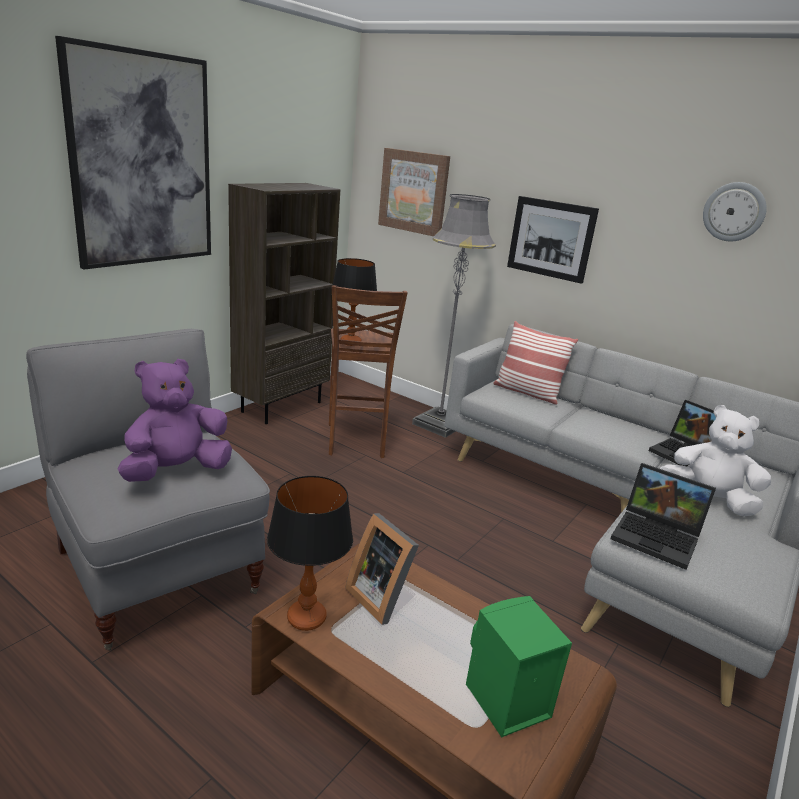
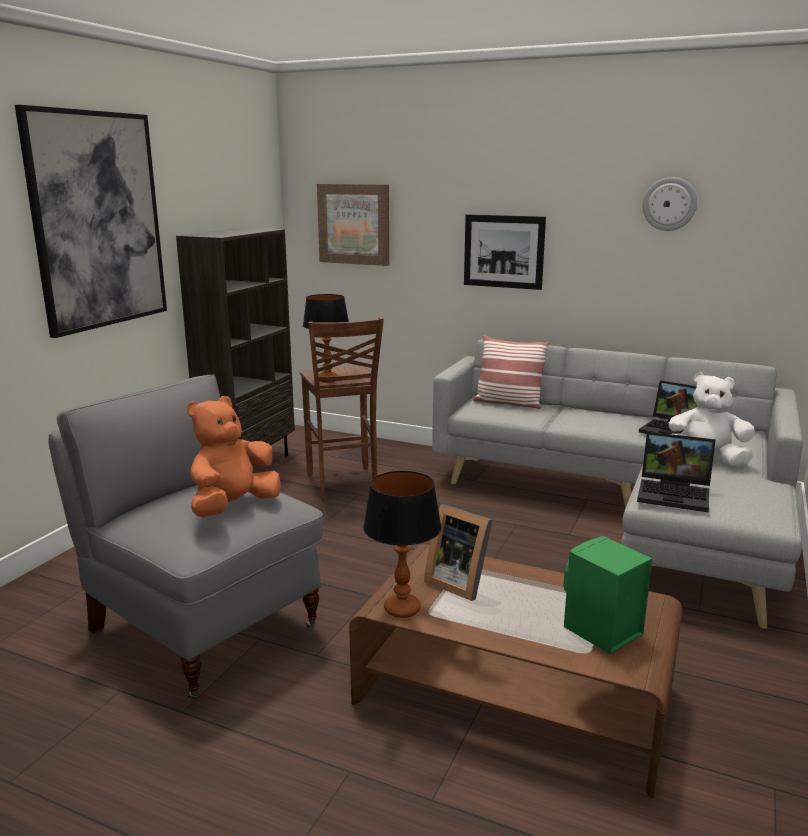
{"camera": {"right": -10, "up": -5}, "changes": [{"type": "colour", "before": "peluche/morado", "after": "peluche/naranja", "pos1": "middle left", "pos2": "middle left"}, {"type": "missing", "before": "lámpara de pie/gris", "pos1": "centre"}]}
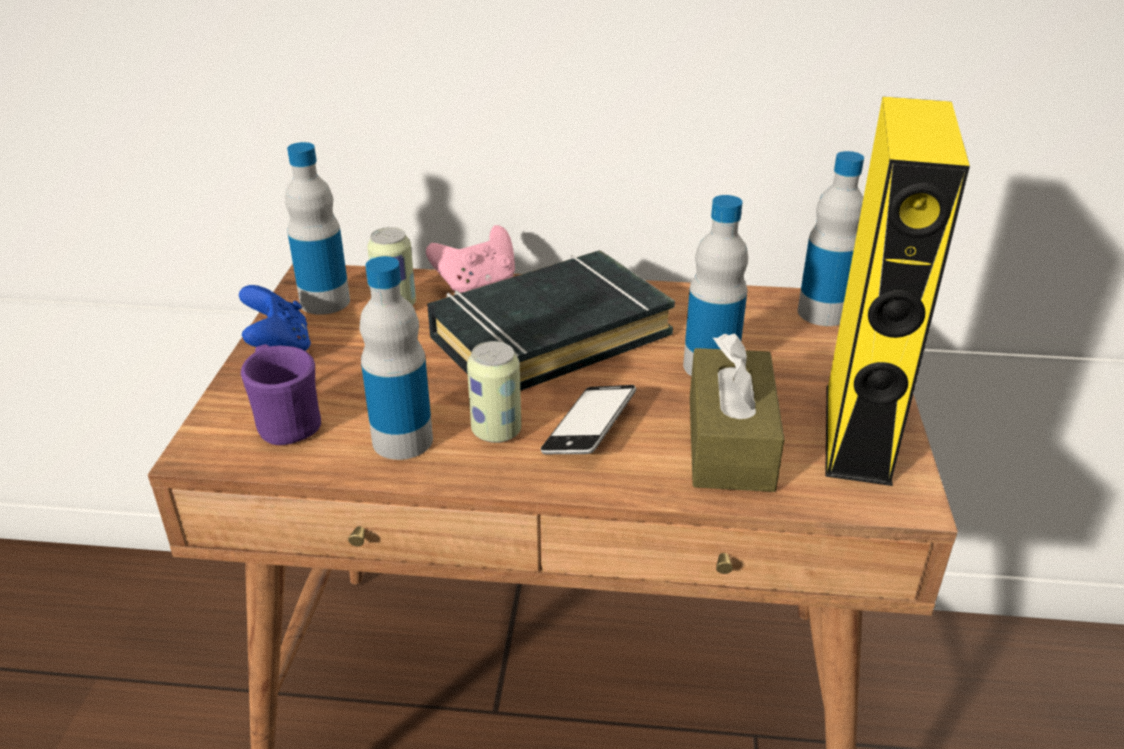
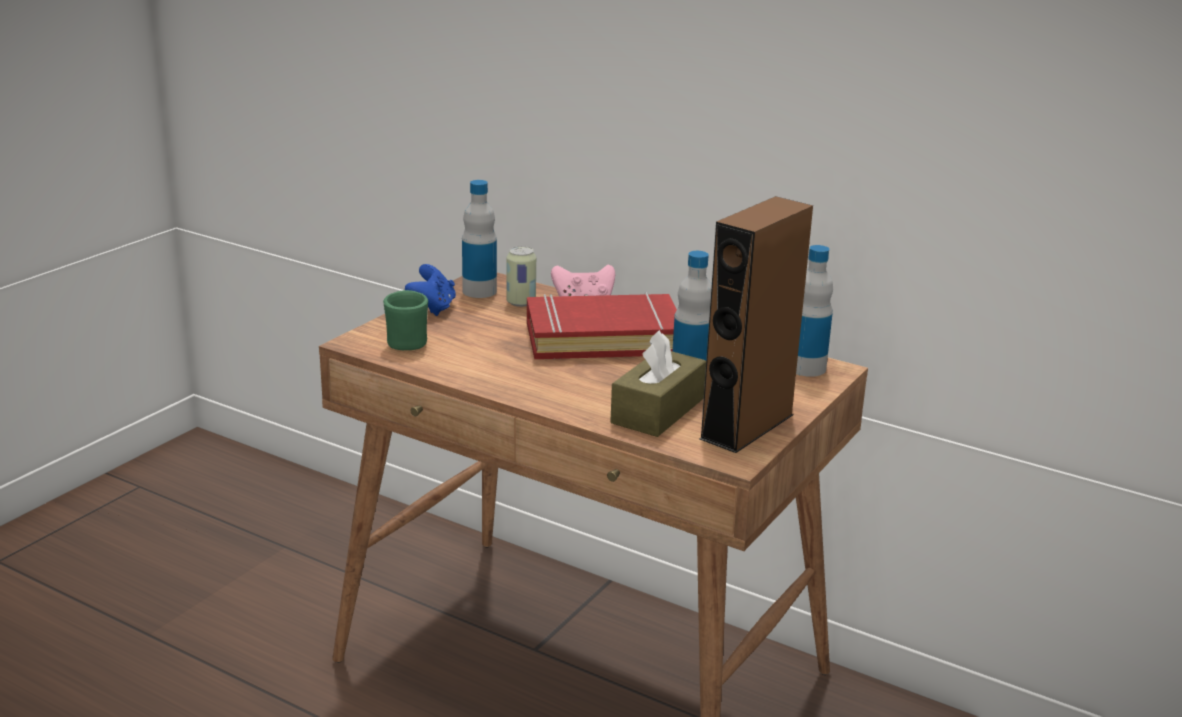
{"camera": {"right": 25, "up": -10}, "changes": [{"type": "colour", "before": "taza grande/morado", "after": "taza grande/verde", "pos1": "middle left", "pos2": "centre"}, {"type": "missing", "before": "botella (no. 2 from left)", "pos1": "centre"}, {"type": "colour", "before": "libro/negro", "after": "libro/rojo", "pos1": "centre", "pos2": "centre"}, {"type": "missing", "before": "lata (no. 2 from left)", "pos1": "centre"}, {"type": "missing", "before": "móvil", "pos1": "centre"}, {"type": "colour", "before": "altavoz/amarillo", "after": "altavoz/marrón", "pos1": "middle right", "pos2": "centre"}]}
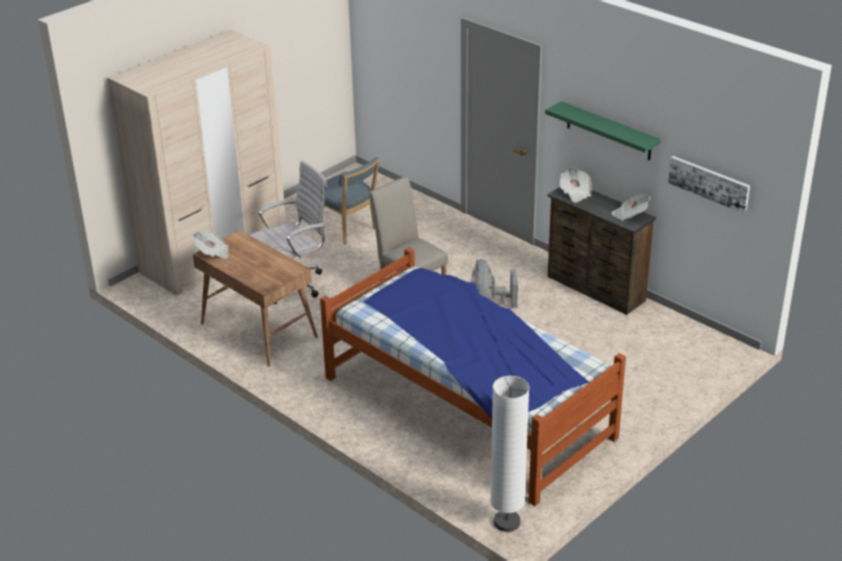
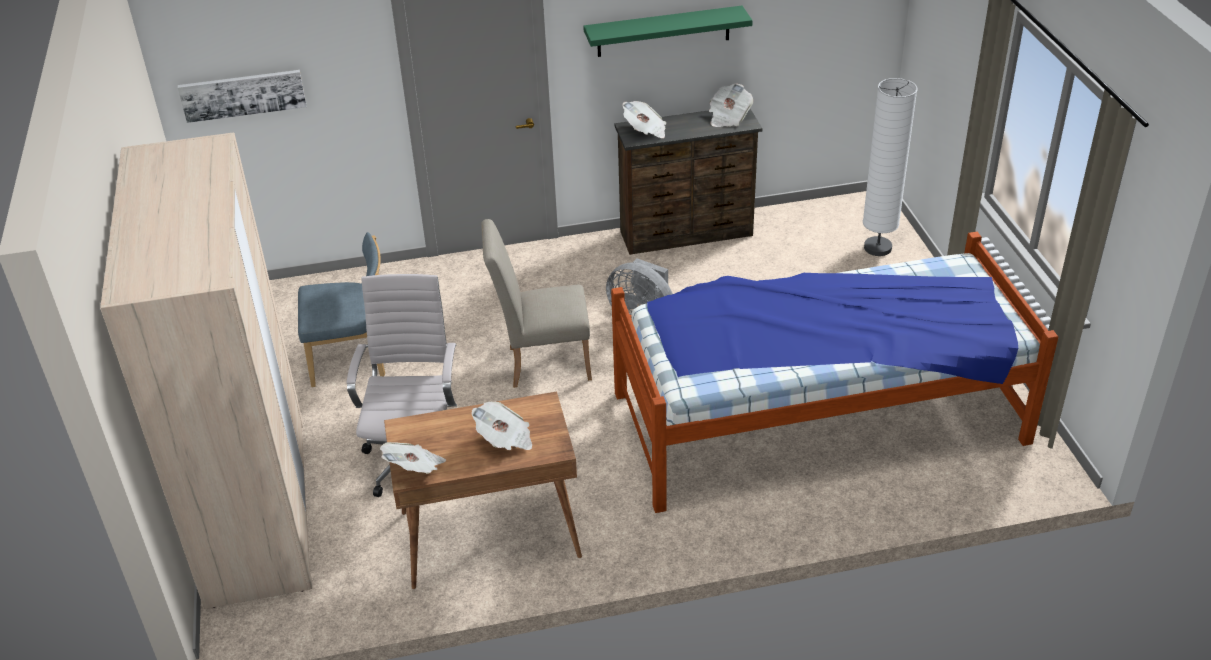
{"camera": {"right": -55, "up": 5}, "changes": [{"type": "relocated", "before": "lámpara de pie/blanco", "pos1": "bottom centre", "pos2": "top right"}, {"type": "relocated", "before": "cuadro", "pos1": "top right", "pos2": "top left"}, {"type": "appeared", "after": "periódico (no. 2 from left)", "pos2": "centre"}]}
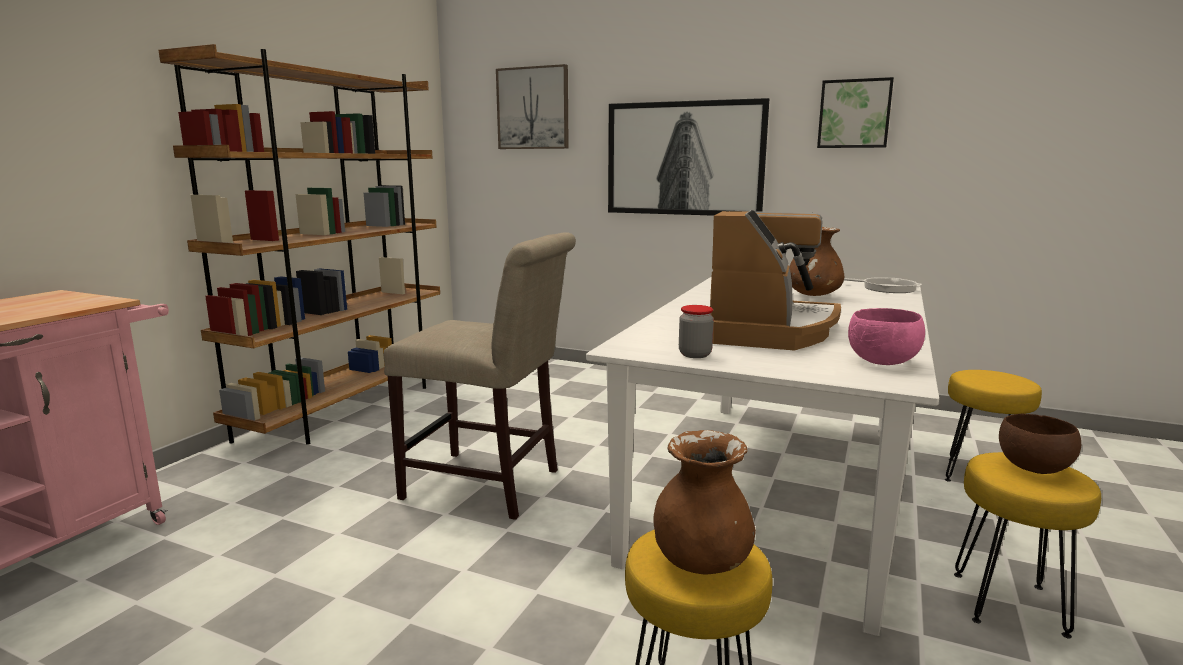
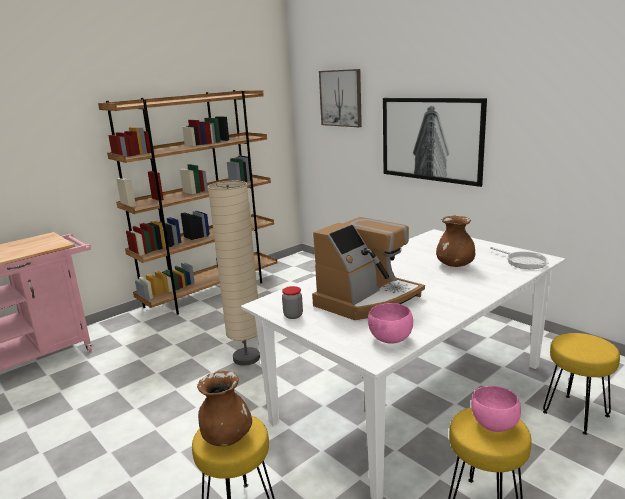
{"camera": {"right": 25, "up": 5}, "changes": [{"type": "exchanged", "before": "silla/beis", "after": "lámpara de pie/beis", "pos1": "centre", "pos2": "centre"}, {"type": "missing", "before": "cuadro (no. 3 from left)", "pos1": "top right"}, {"type": "colour", "before": "cuenco/marrón", "after": "cuenco/rosa (no. 2 from left)", "pos1": "bottom right", "pos2": "bottom right"}]}
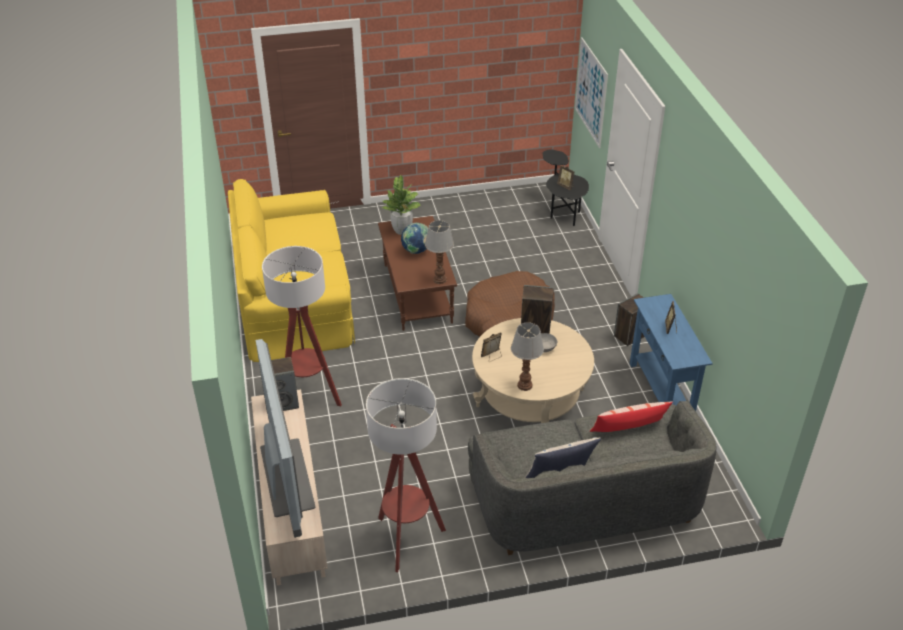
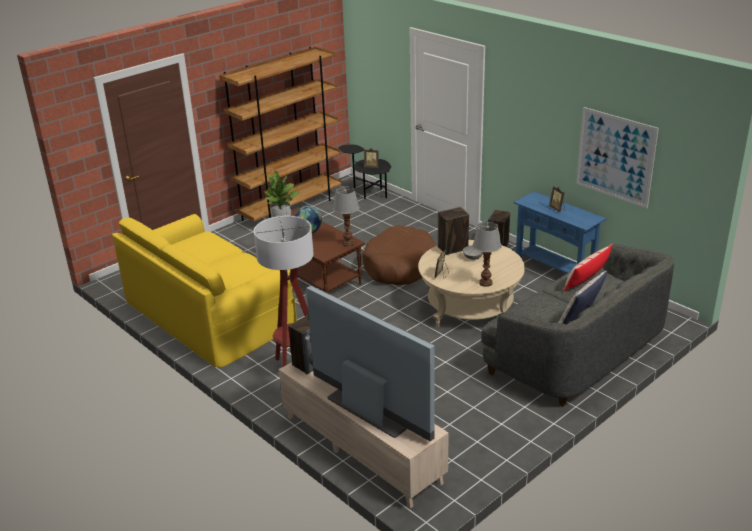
{"camera": {"right": -30, "up": -10}, "changes": [{"type": "missing", "before": "lámpara de pie (no. 2 from left)", "pos1": "bottom centre"}, {"type": "relocated", "before": "cuadro", "pos1": "top centre", "pos2": "top right"}, {"type": "appeared", "after": "estantería/marrón", "pos2": "top centre"}]}
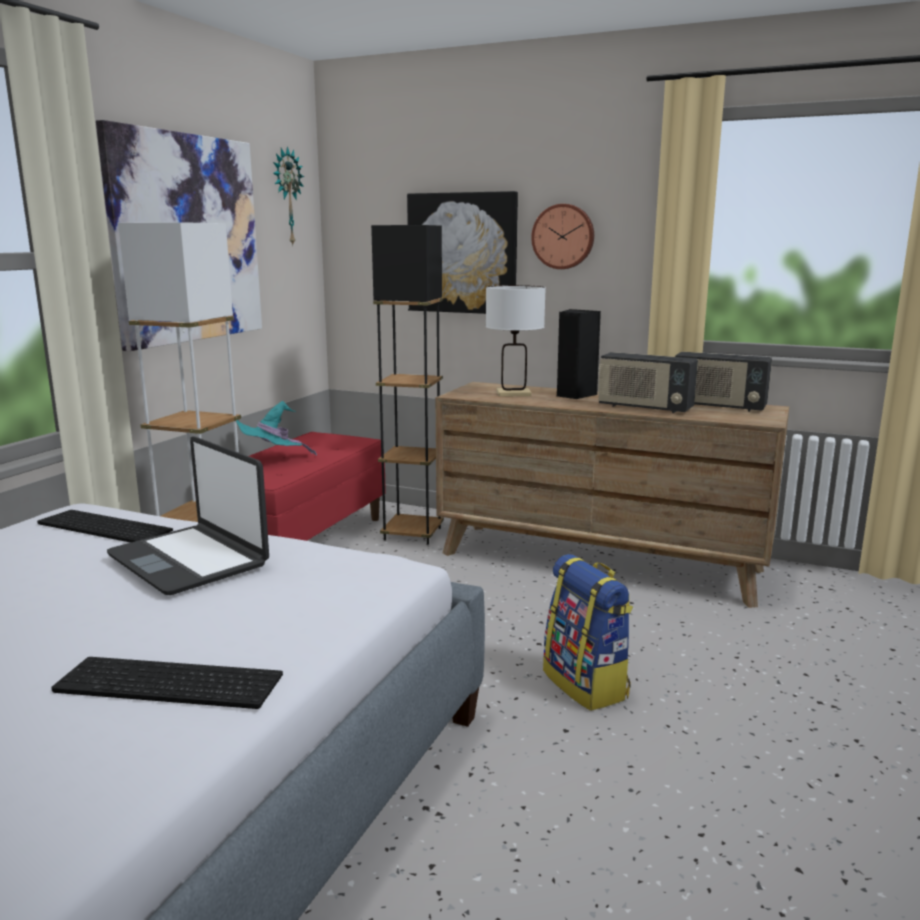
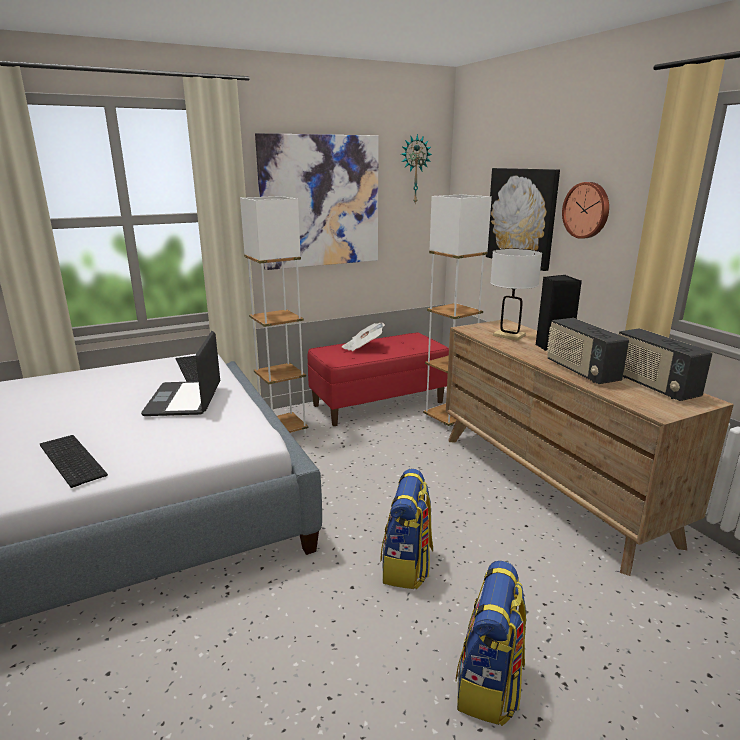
{"camera": {"right": 40, "up": 5}, "changes": [{"type": "exchanged", "before": "sombrero/turquesa", "after": "periódico", "pos1": "middle left", "pos2": "centre"}, {"type": "colour", "before": "lámpara de pie/negro", "after": "lámpara de pie/blanco (no. 2 from left)", "pos1": "centre", "pos2": "centre"}, {"type": "appeared", "after": "mochila (no. 2 from left)", "pos2": "bottom centre"}]}
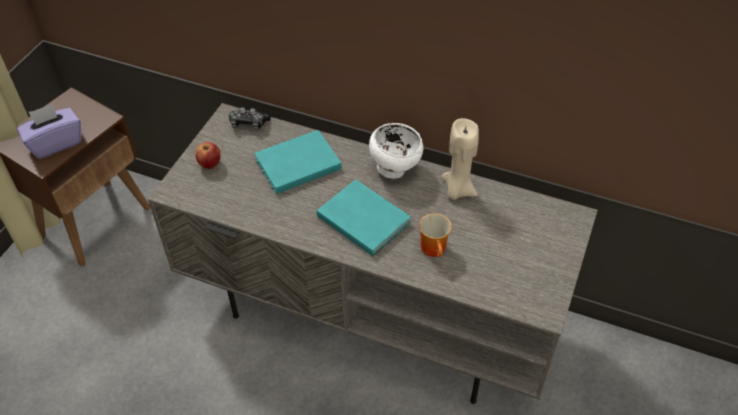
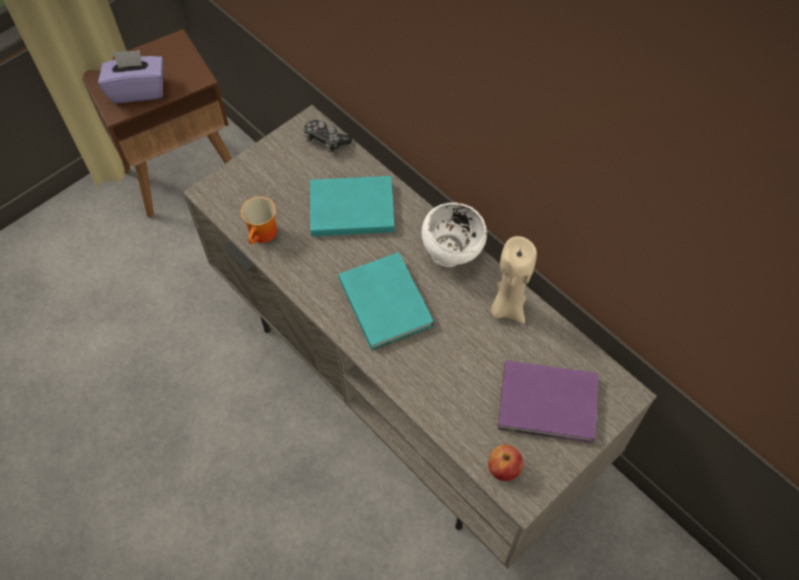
{"camera": {"right": 25, "up": 10}, "changes": [{"type": "relocated", "before": "manzana", "pos1": "middle left", "pos2": "bottom centre"}, {"type": "relocated", "before": "taza grande", "pos1": "centre", "pos2": "middle left"}, {"type": "appeared", "after": "libro/morado", "pos2": "bottom right"}]}
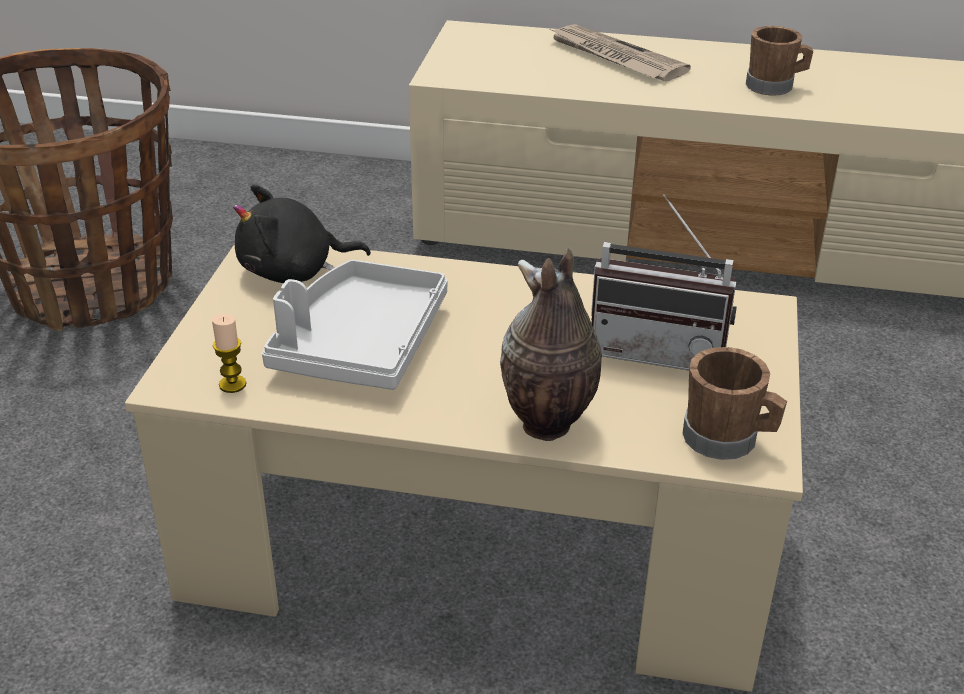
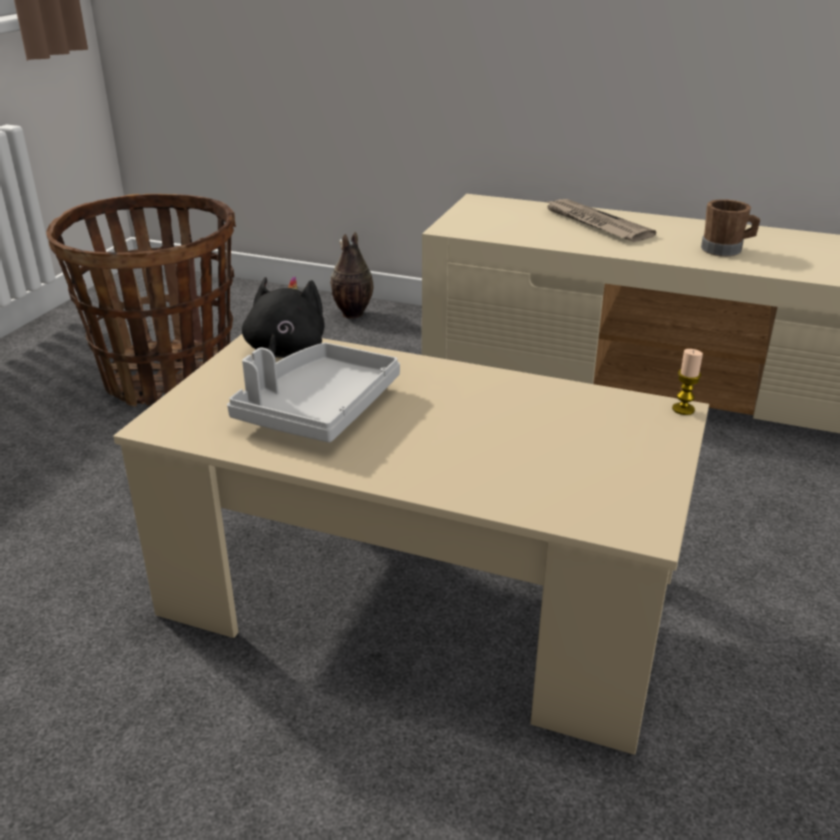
{"camera": {"right": 10, "up": -5}, "changes": [{"type": "relocated", "before": "vela", "pos1": "middle left", "pos2": "middle right"}, {"type": "spun", "before": "peluche/negro", "pos1": "middle left", "pos2": "centre", "turn": 105}, {"type": "relocated", "before": "florero", "pos1": "centre", "pos2": "top centre"}, {"type": "missing", "before": "radio", "pos1": "middle right"}, {"type": "missing", "before": "taza grande/marrón (no. 1 from left)", "pos1": "middle right"}]}
